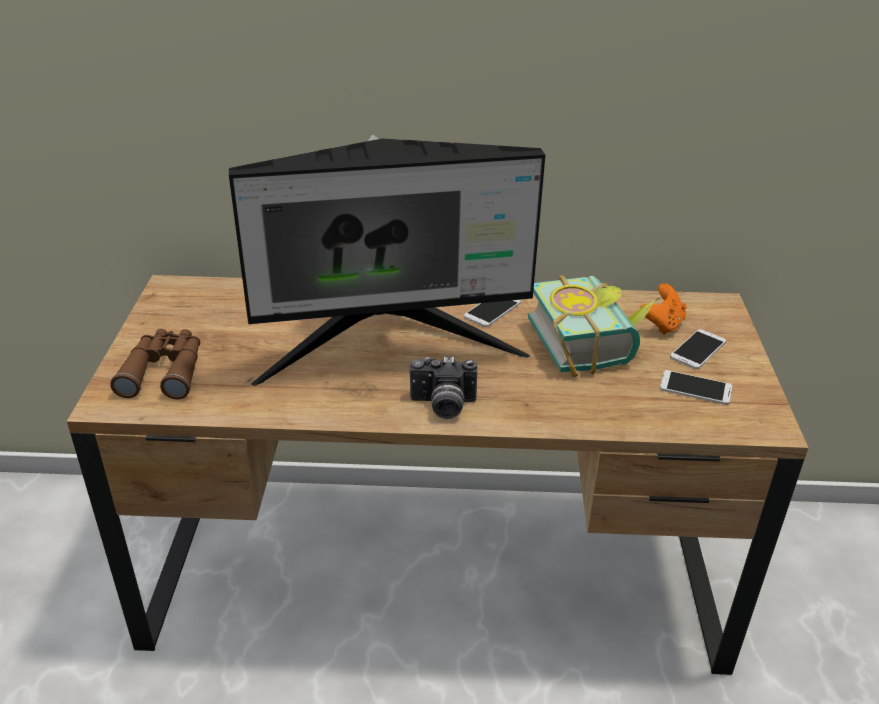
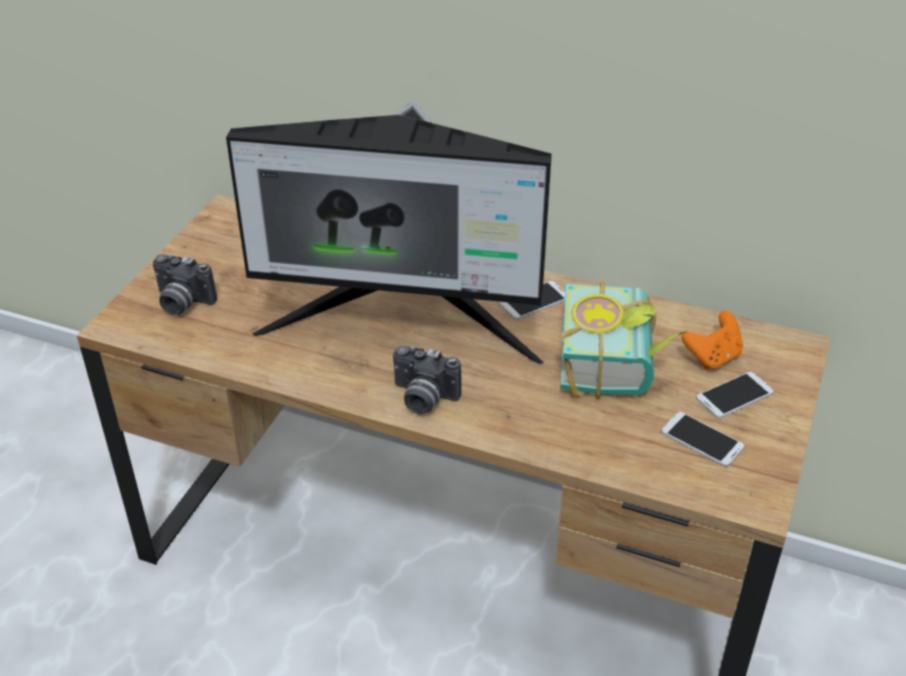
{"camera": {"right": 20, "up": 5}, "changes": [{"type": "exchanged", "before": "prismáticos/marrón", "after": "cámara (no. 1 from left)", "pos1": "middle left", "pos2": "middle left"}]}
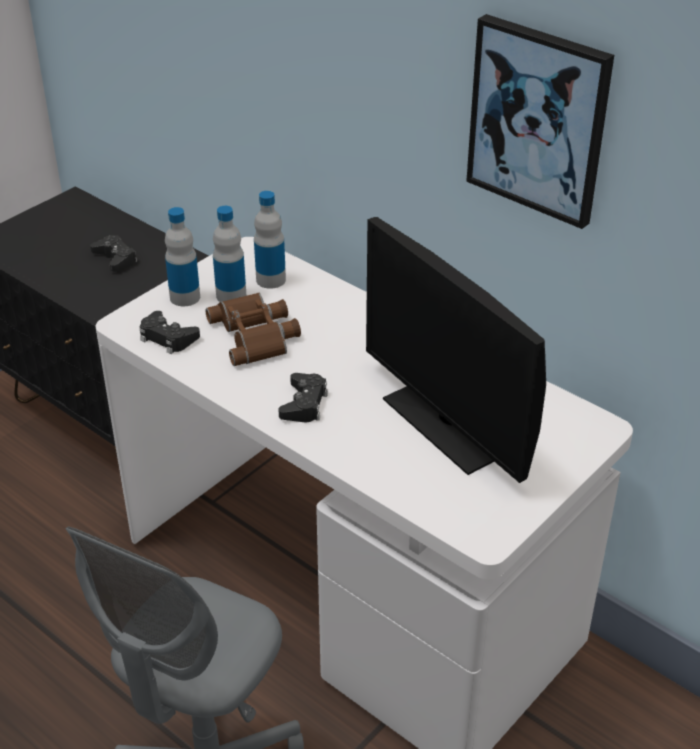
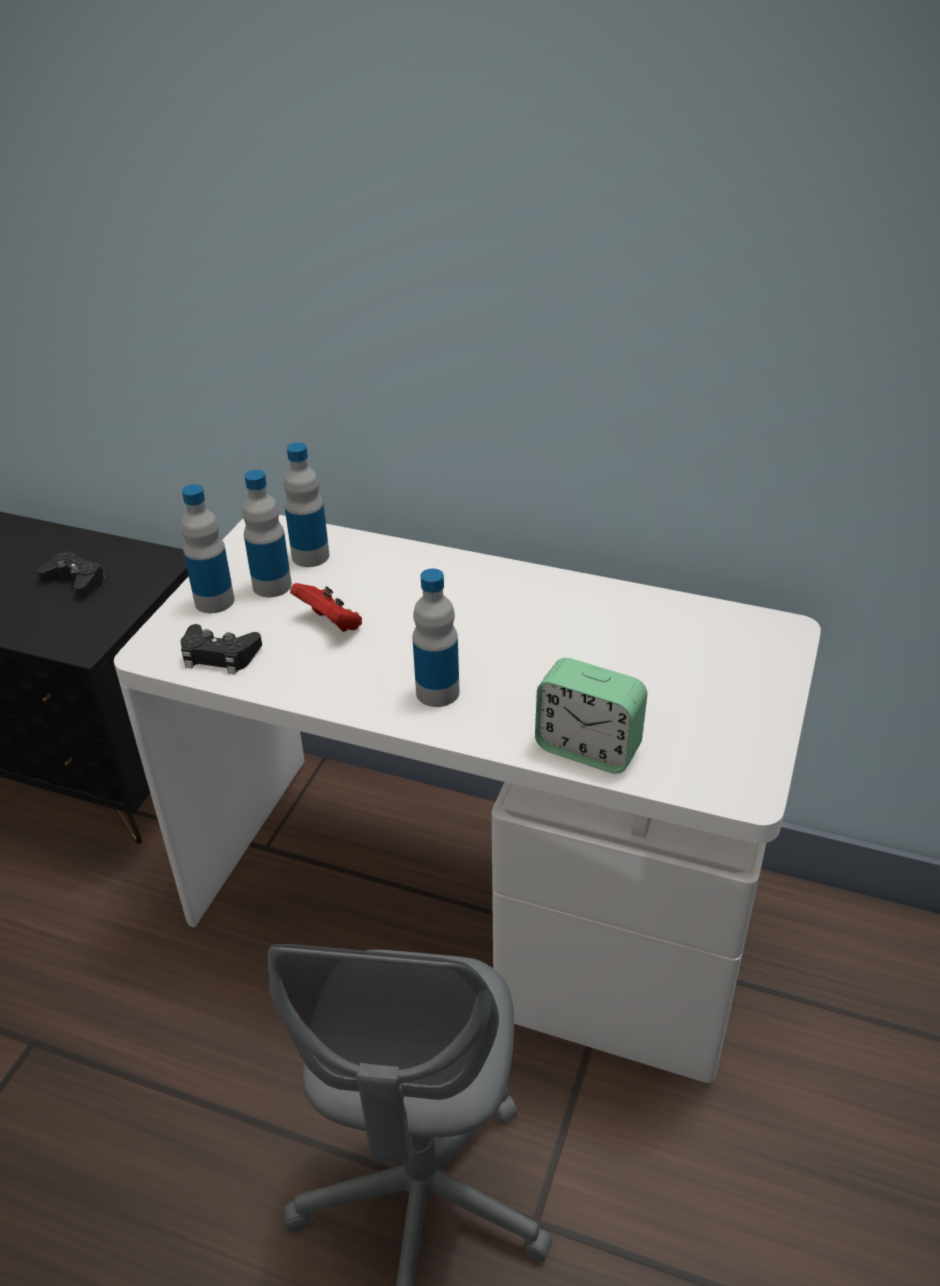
{"camera": {"right": -20, "up": 0}, "changes": [{"type": "exchanged", "before": "prismáticos/marrón", "after": "mando de consola/rojo", "pos1": "centre", "pos2": "centre"}, {"type": "exchanged", "before": "mando de consola/negro (no. 3 from left)", "after": "botella (no. 4 from left)", "pos1": "centre", "pos2": "centre"}, {"type": "missing", "before": "monitor", "pos1": "centre"}, {"type": "missing", "before": "cuadro", "pos1": "top right"}, {"type": "appeared", "after": "despertador", "pos2": "centre"}]}
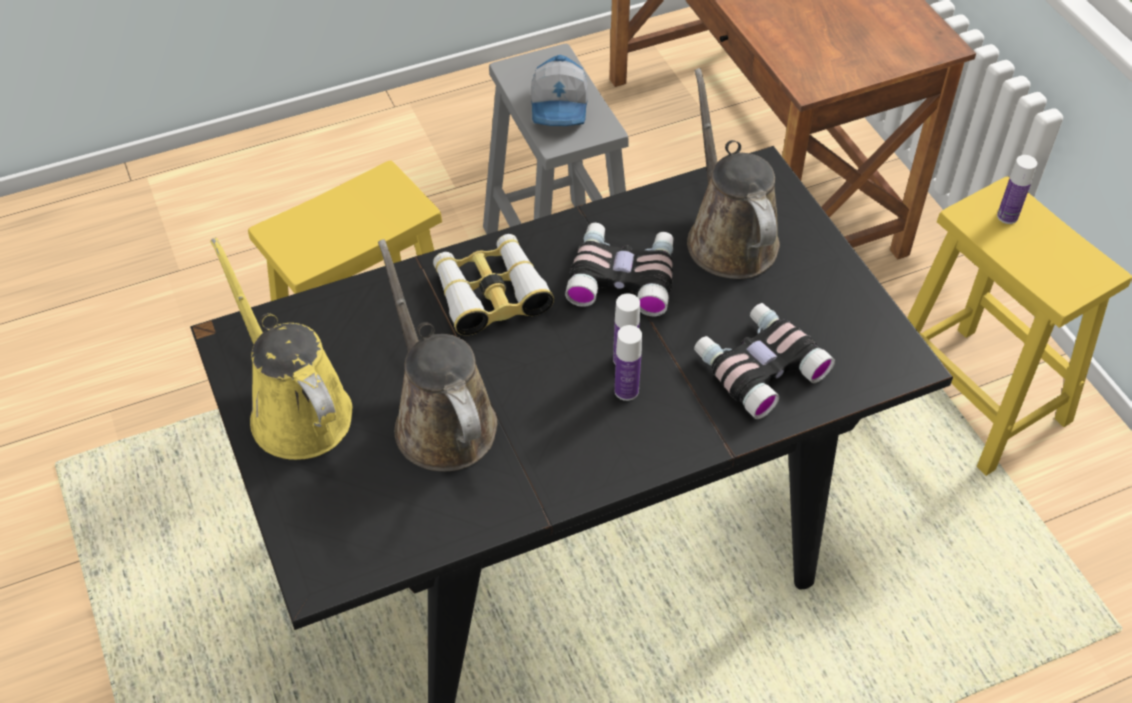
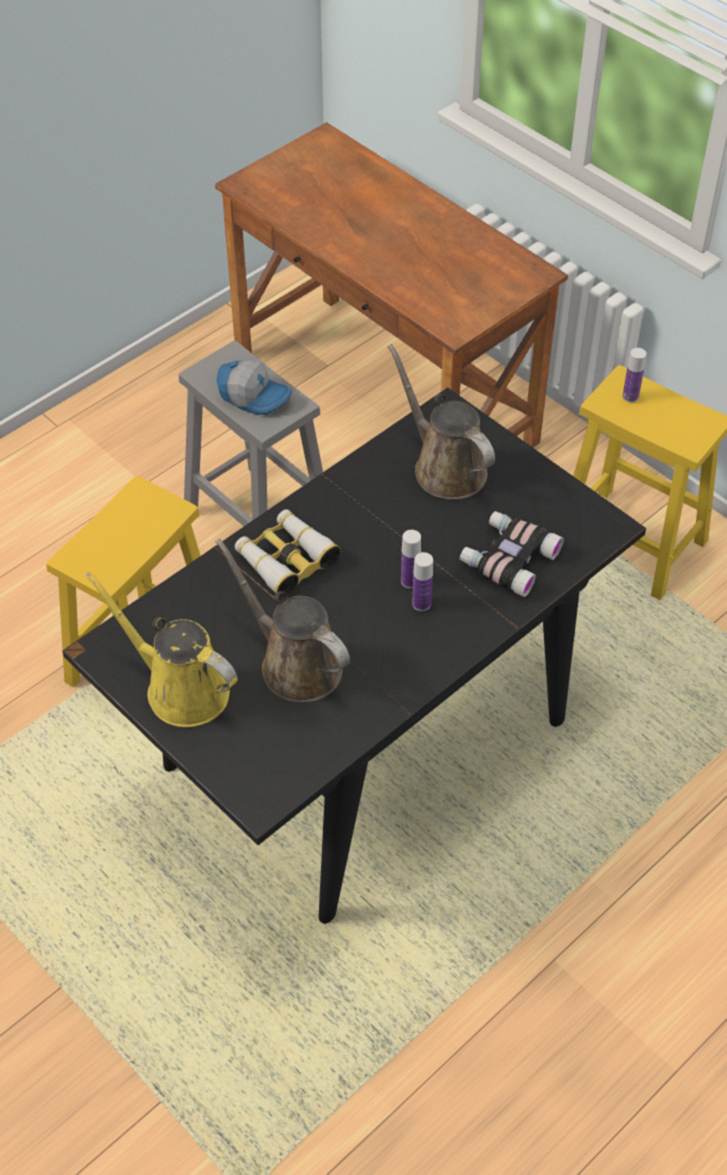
{"camera": {"right": -20, "up": 0}, "changes": [{"type": "spun", "before": "gorra", "pos1": "top centre", "pos2": "top centre", "turn": -45}, {"type": "missing", "before": "prismáticos (no. 2 from left)", "pos1": "centre"}]}
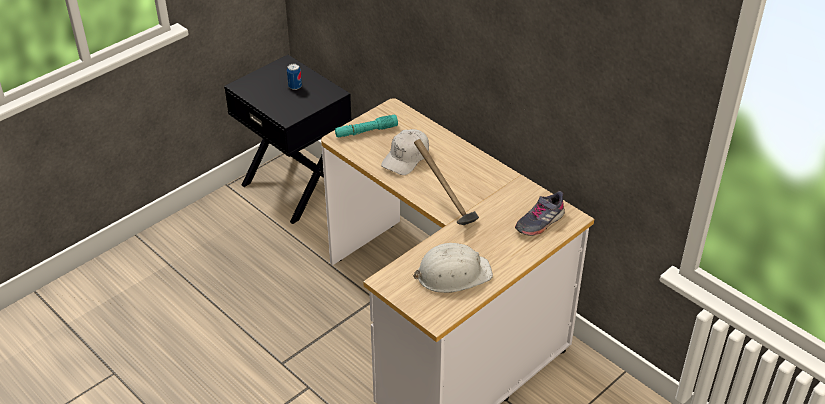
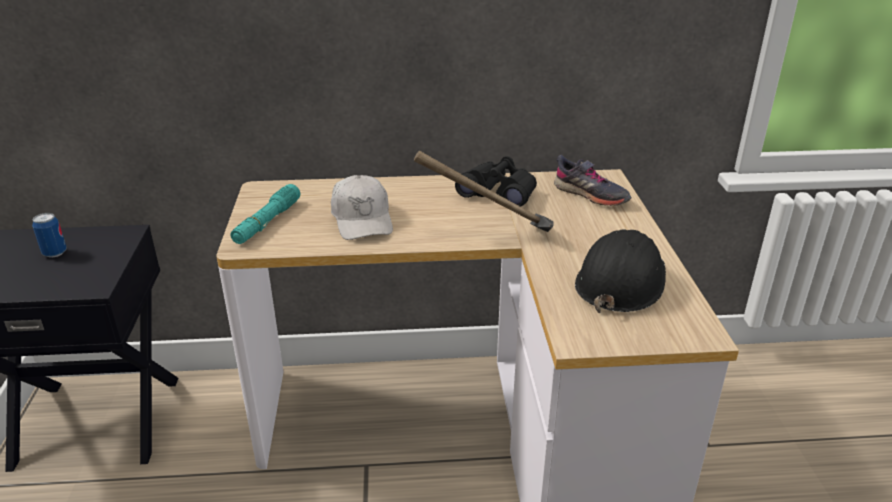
{"camera": {"right": -50, "up": -10}, "changes": [{"type": "colour", "before": "casco/blanco", "after": "casco/negro", "pos1": "centre", "pos2": "middle right"}, {"type": "spun", "before": "zapato/gris", "pos1": "centre", "pos2": "centre", "turn": -45}, {"type": "appeared", "after": "prismáticos/negro", "pos2": "centre"}]}
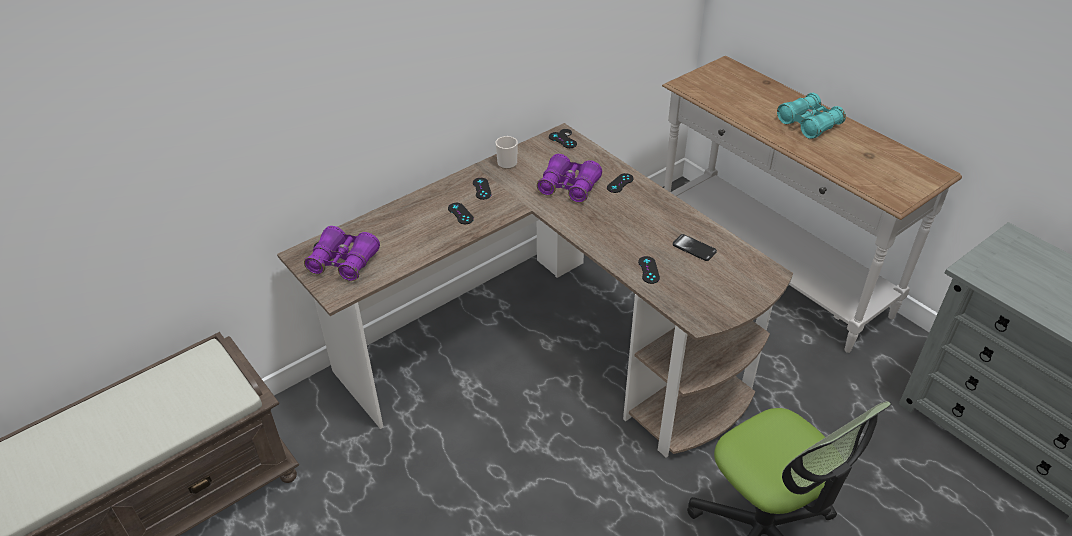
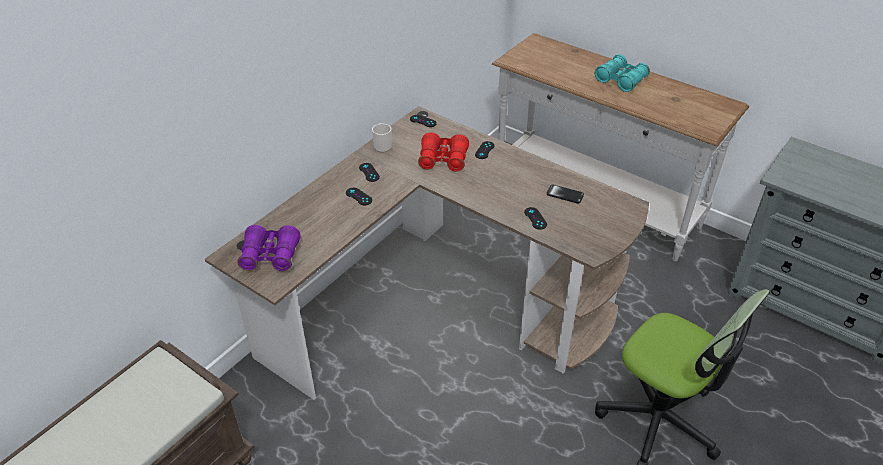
{"camera": {"right": -15, "up": 0}, "changes": [{"type": "colour", "before": "prismáticos/morado (no. 2 from left)", "after": "prismáticos/rojo", "pos1": "top centre", "pos2": "top centre"}]}
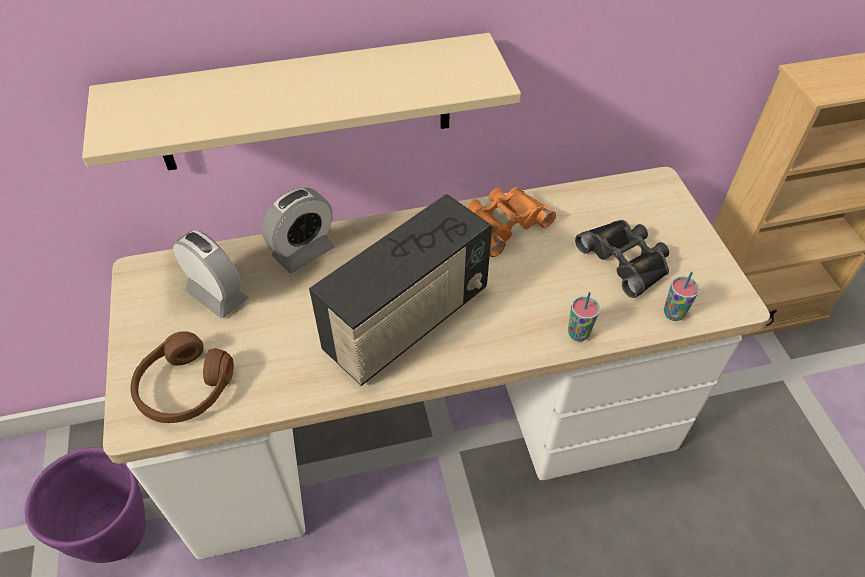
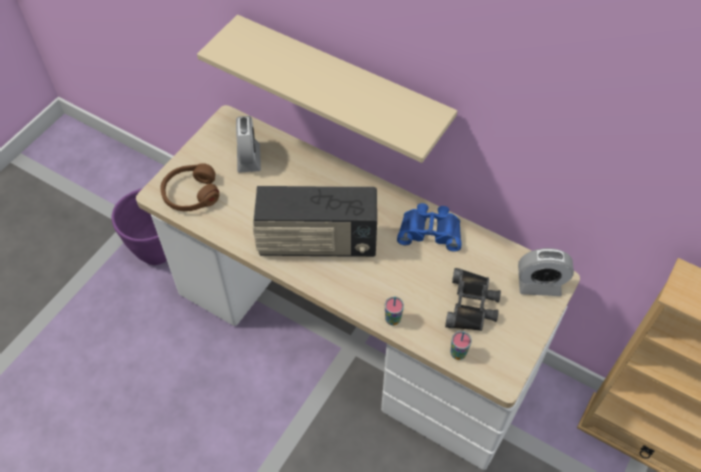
{"camera": {"right": 45, "up": 5}, "changes": [{"type": "relocated", "before": "despertador (no. 2 from left)", "pos1": "centre", "pos2": "middle right"}, {"type": "colour", "before": "prismáticos/naranja", "after": "prismáticos/azul", "pos1": "centre", "pos2": "centre"}]}
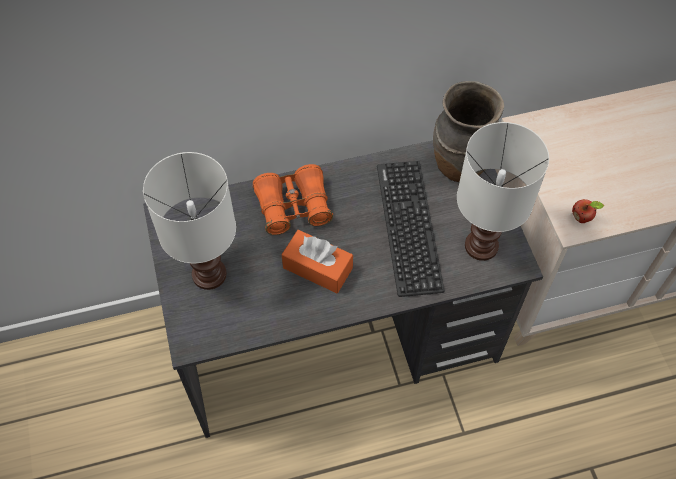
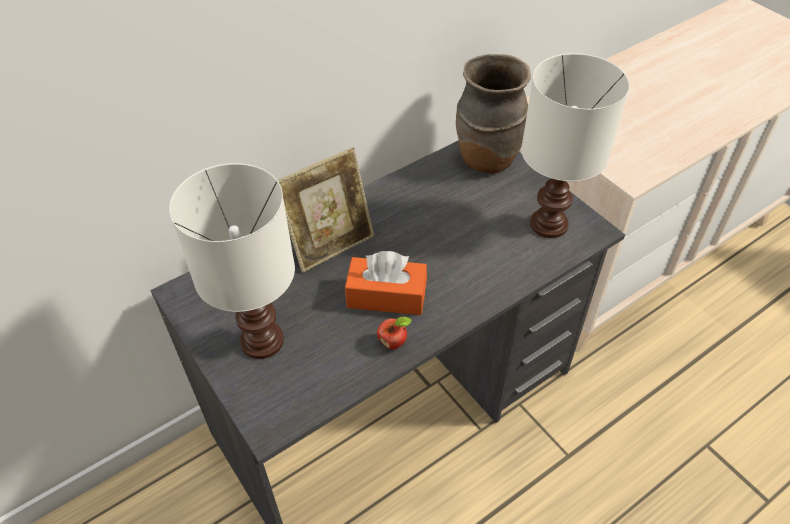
{"camera": {"right": -20, "up": -10}, "changes": [{"type": "exchanged", "before": "prismáticos/naranja", "after": "portarretratos", "pos1": "centre", "pos2": "centre"}, {"type": "missing", "before": "teclado", "pos1": "centre"}, {"type": "relocated", "before": "manzana", "pos1": "middle right", "pos2": "centre"}]}
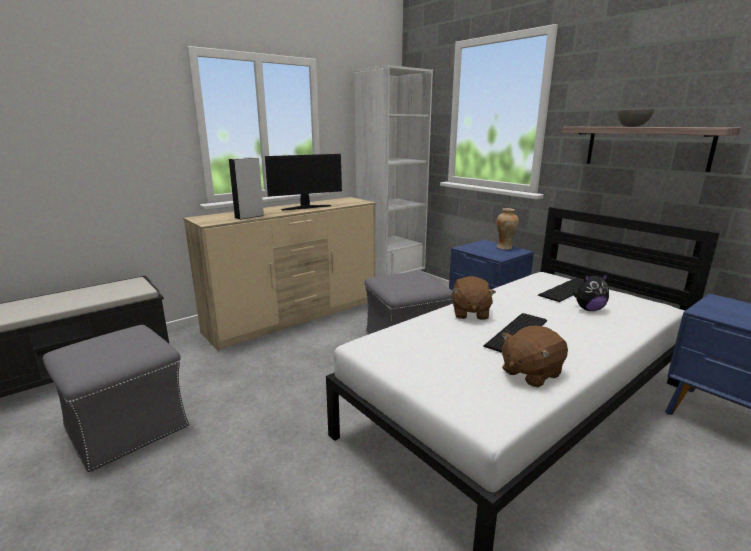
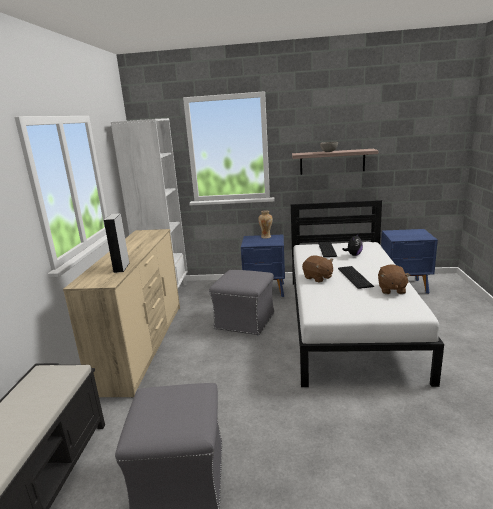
{"camera": {"right": -45, "up": 0}, "changes": [{"type": "missing", "before": "monitor", "pos1": "top centre"}]}
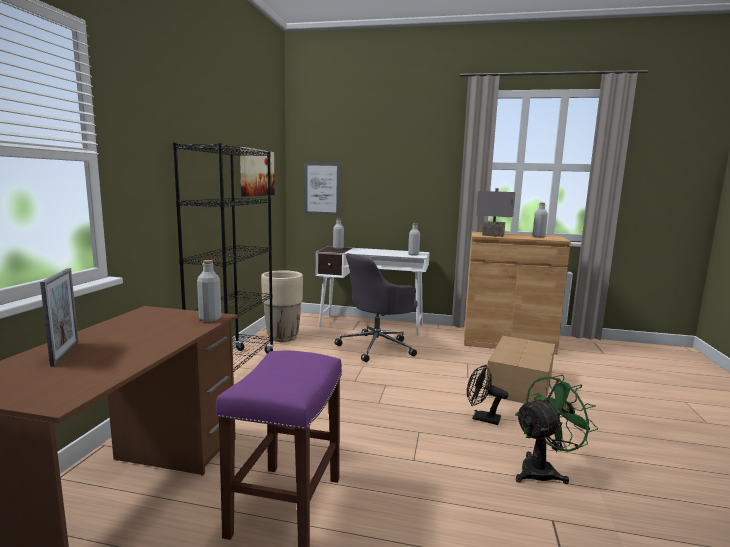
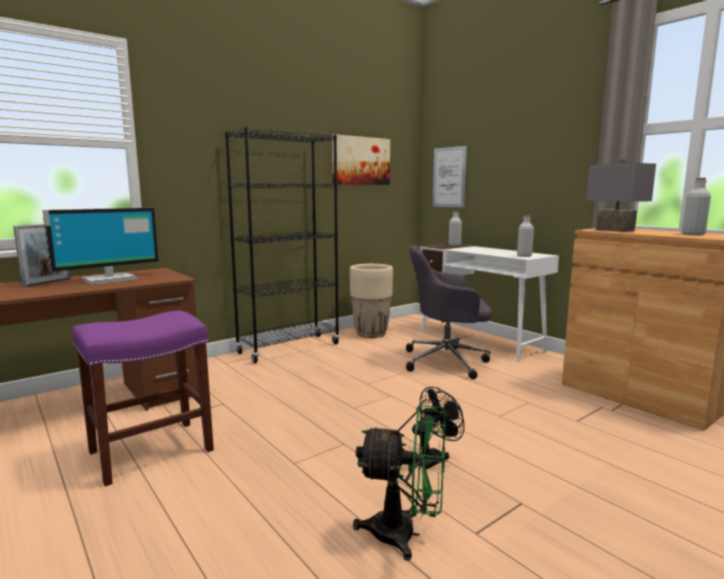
{"camera": {"right": 40, "up": 0}, "changes": [{"type": "missing", "before": "botella/gris (no. 1 from left)", "pos1": "middle left"}, {"type": "spun", "before": "ventilador/negro", "pos1": "bottom right", "pos2": "bottom centre", "turn": 75}, {"type": "missing", "before": "caja de cartón", "pos1": "bottom right"}, {"type": "appeared", "after": "monitor", "pos2": "middle left"}]}
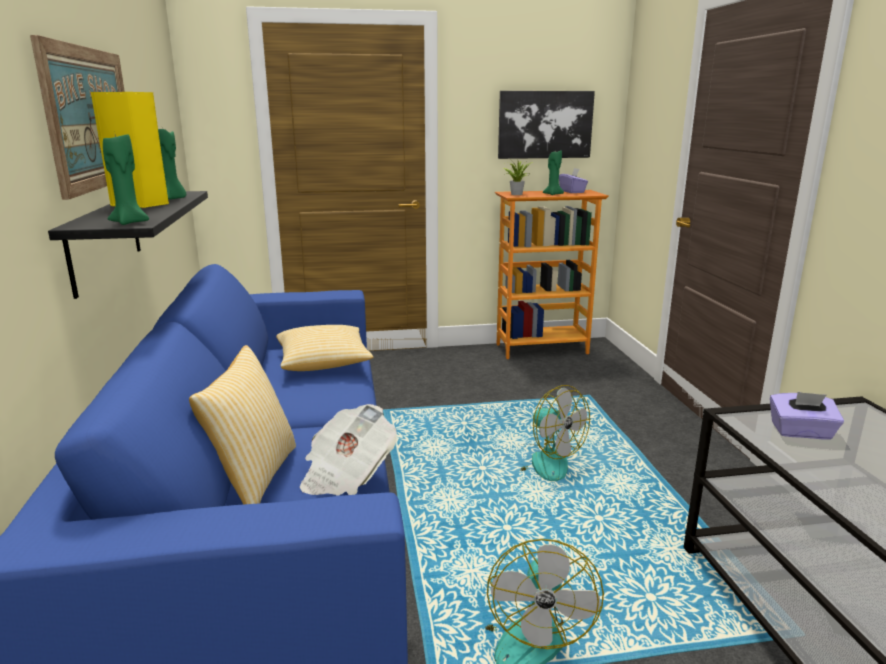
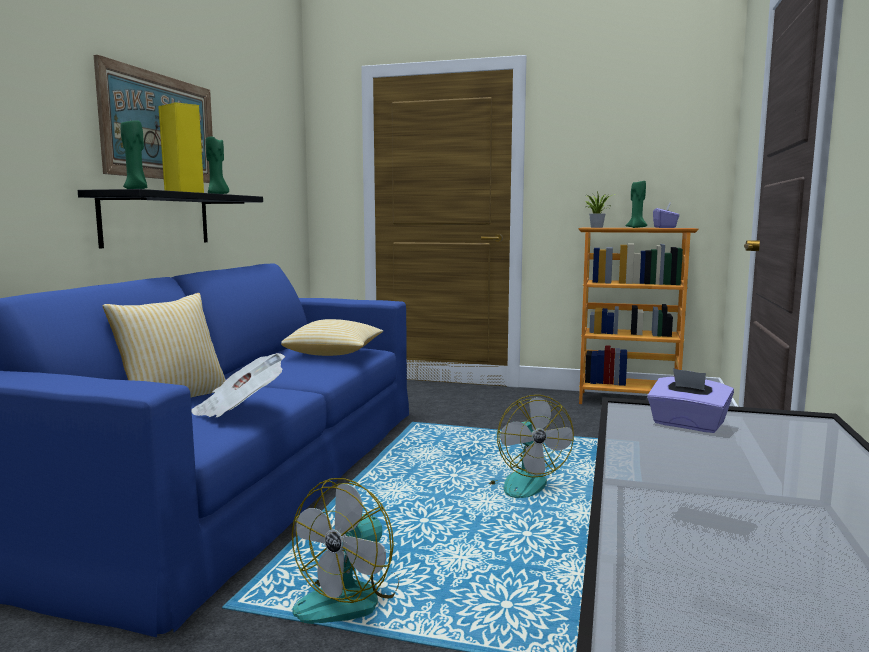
{"camera": {"right": 25, "up": -10}, "changes": [{"type": "missing", "before": "cuadro (no. 2 from left)", "pos1": "top centre"}]}
